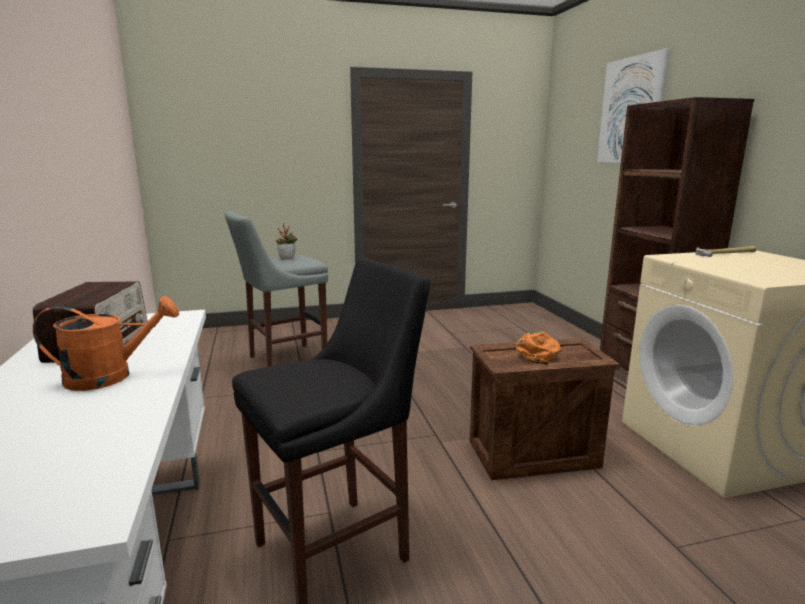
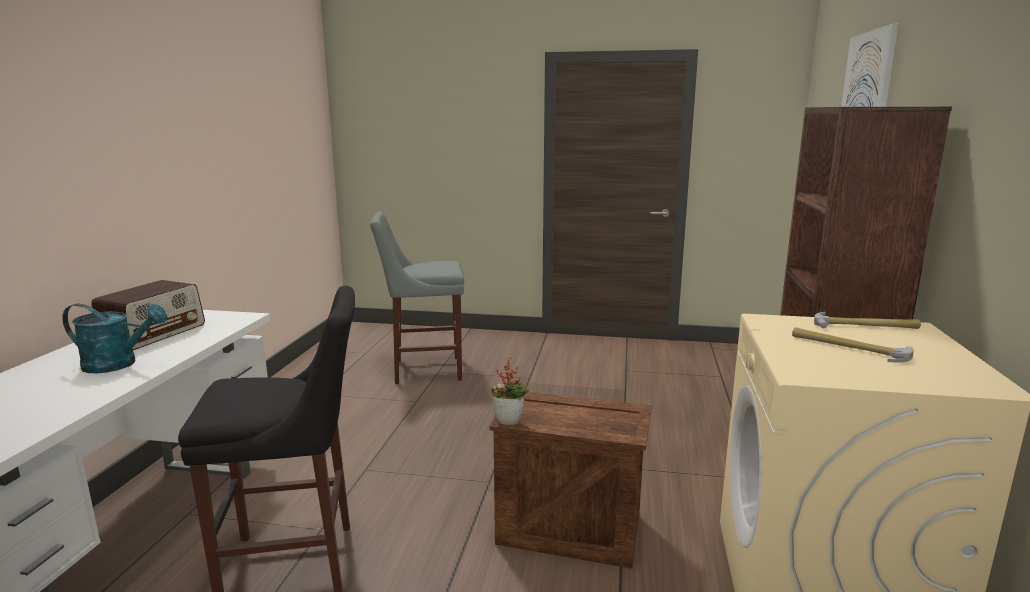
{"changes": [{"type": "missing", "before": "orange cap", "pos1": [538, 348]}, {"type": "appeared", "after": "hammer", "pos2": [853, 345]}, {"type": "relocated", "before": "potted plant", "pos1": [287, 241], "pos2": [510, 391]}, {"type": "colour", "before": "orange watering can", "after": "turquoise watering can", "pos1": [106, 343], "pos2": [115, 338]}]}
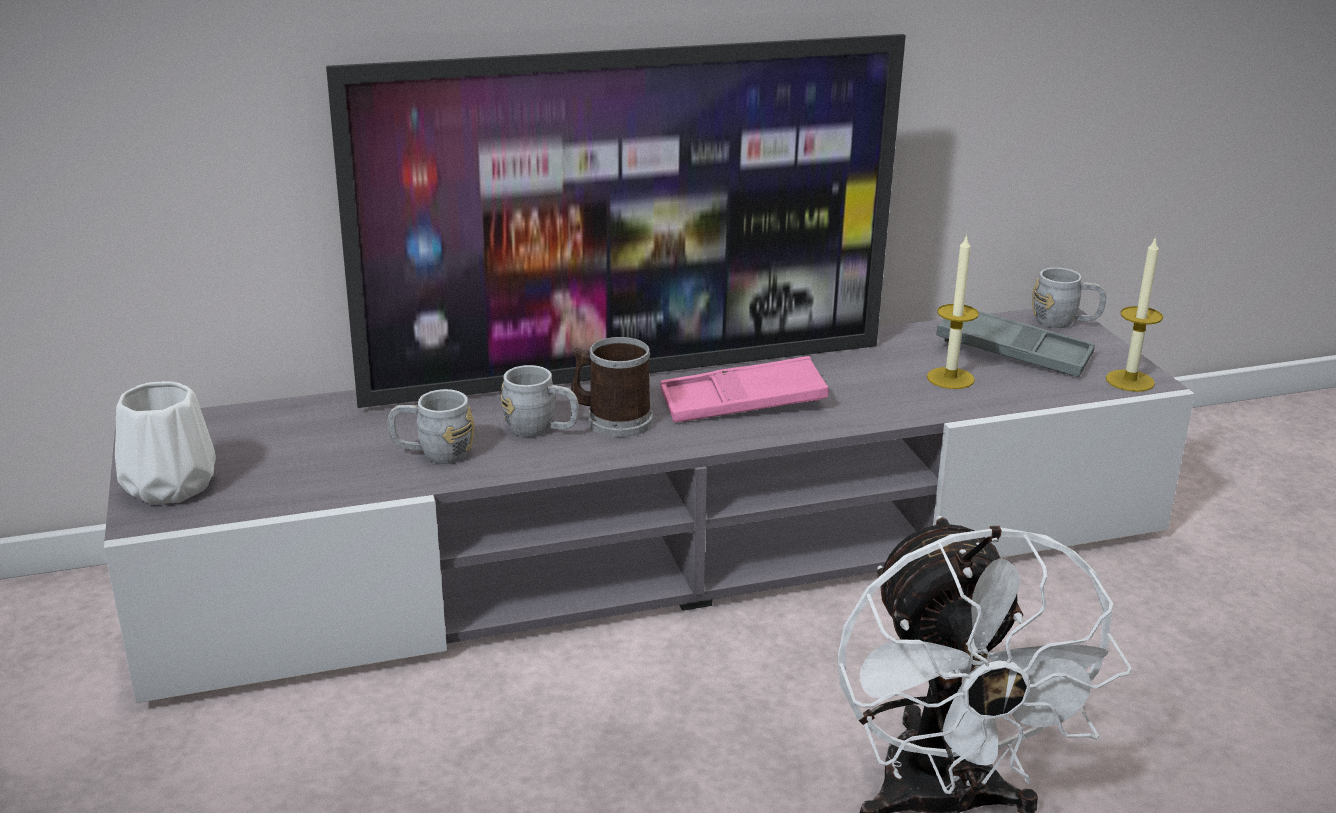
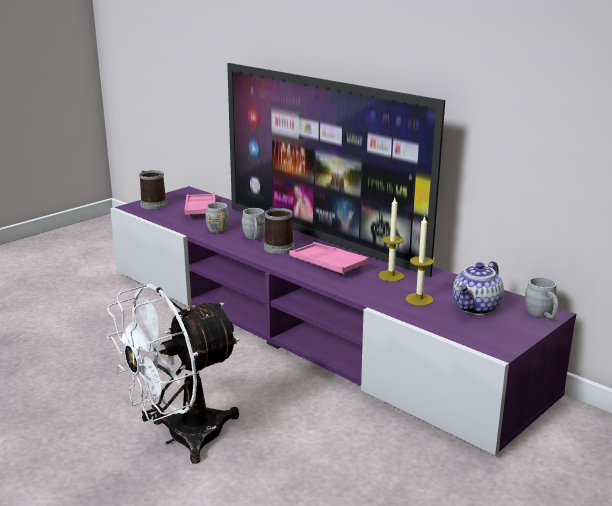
{"changes": [{"type": "appeared", "after": "pink tray", "pos2": [199, 205]}, {"type": "relocated", "before": "candle", "pos1": [1134, 314], "pos2": [391, 239]}, {"type": "exchanged", "before": "white vase", "after": "mug", "pos1": [165, 442], "pos2": [153, 189]}, {"type": "exchanged", "before": "grey tray", "after": "teapot", "pos1": [1015, 343], "pos2": [478, 288]}, {"type": "colour", "before": "grey tv stand", "after": "purple tv stand", "pos1": [649, 505], "pos2": [343, 320]}]}
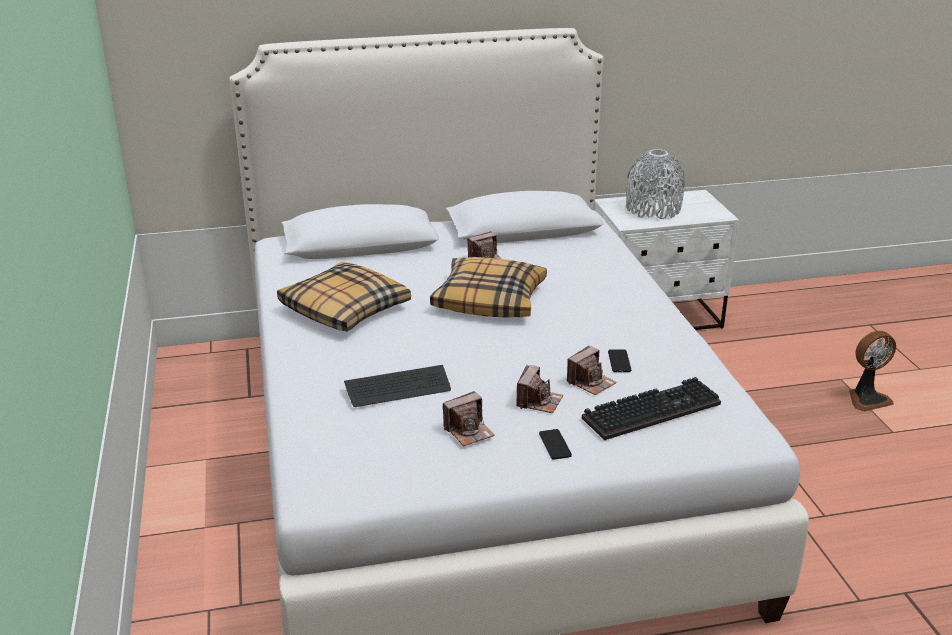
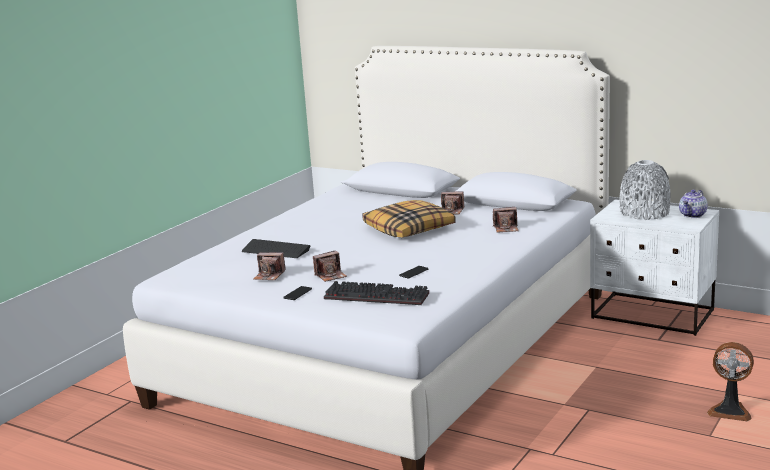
{"changes": [{"type": "missing", "before": "pillow", "pos1": [344, 296]}, {"type": "appeared", "after": "teapot", "pos2": [693, 204]}, {"type": "relocated", "before": "photo camera", "pos1": [592, 370], "pos2": [505, 220]}]}
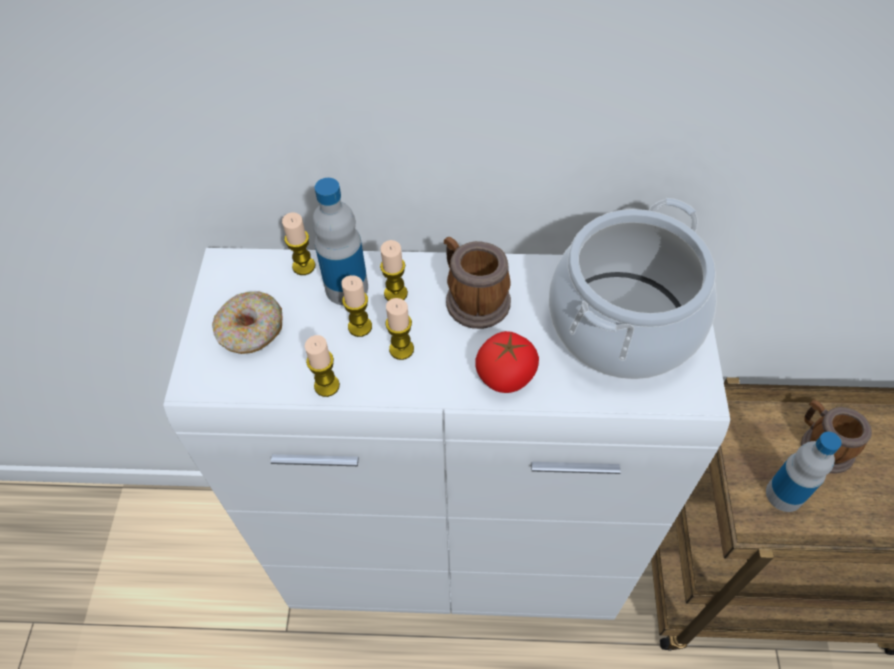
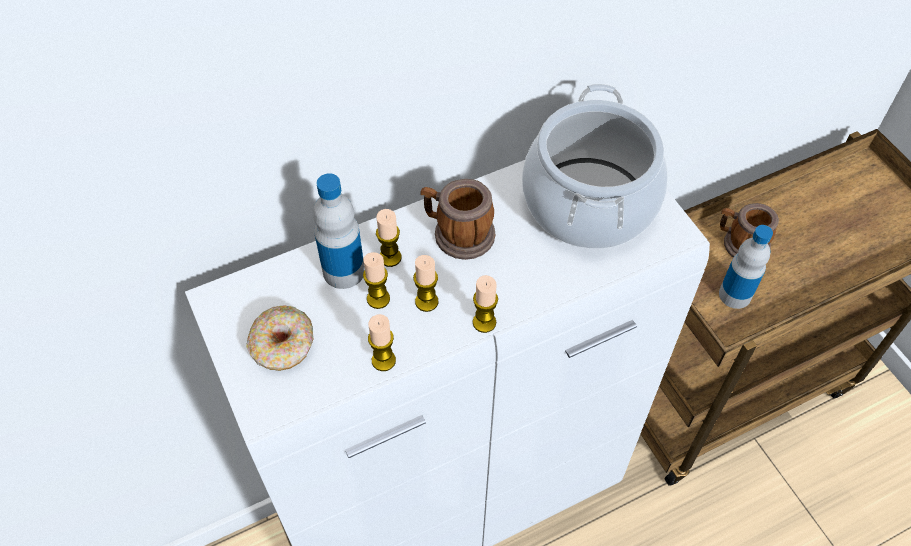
{"changes": [{"type": "missing", "before": "tomato", "pos1": [507, 362]}, {"type": "relocated", "before": "candle", "pos1": [298, 243], "pos2": [485, 304]}]}
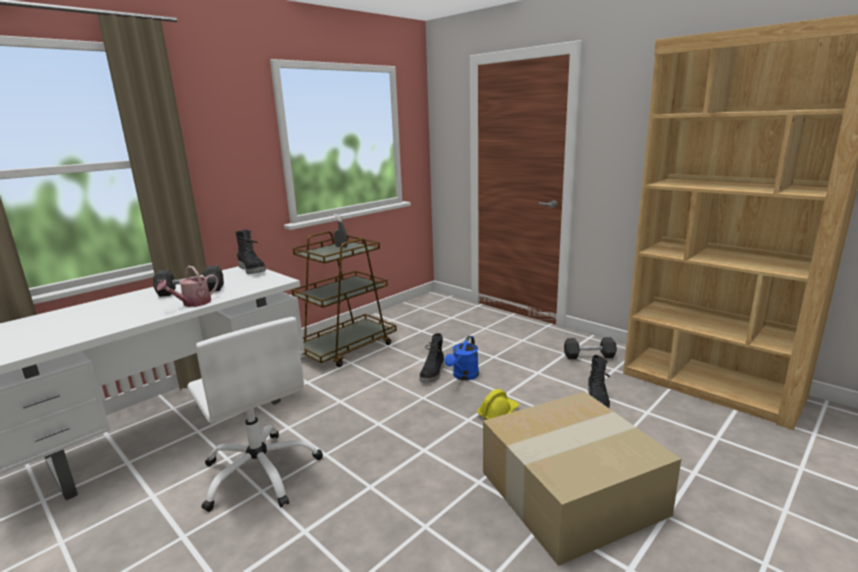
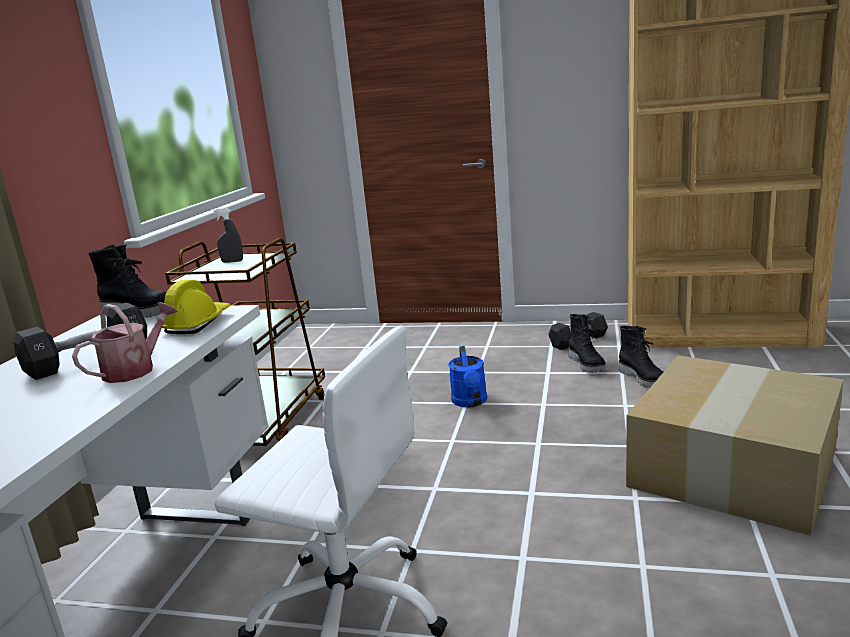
{"changes": [{"type": "relocated", "before": "black boot", "pos1": [432, 358], "pos2": [587, 343]}, {"type": "relocated", "before": "yellow hard hat", "pos1": [498, 404], "pos2": [196, 307]}, {"type": "spun", "before": "watering can", "pos1": [188, 286], "pos2": [125, 342], "turn": -150}]}
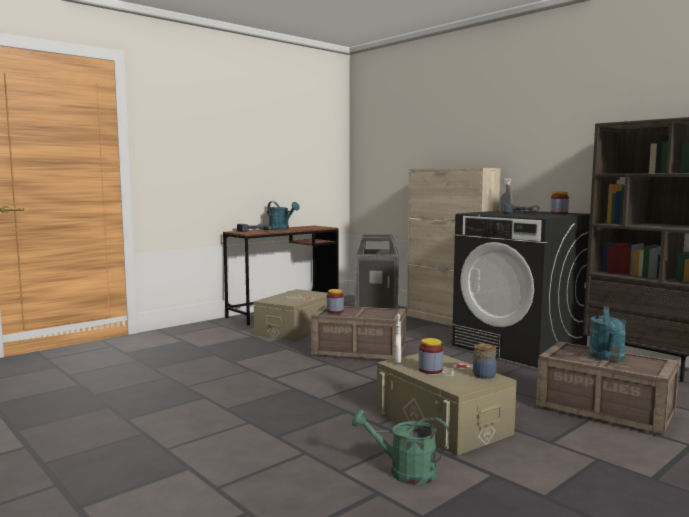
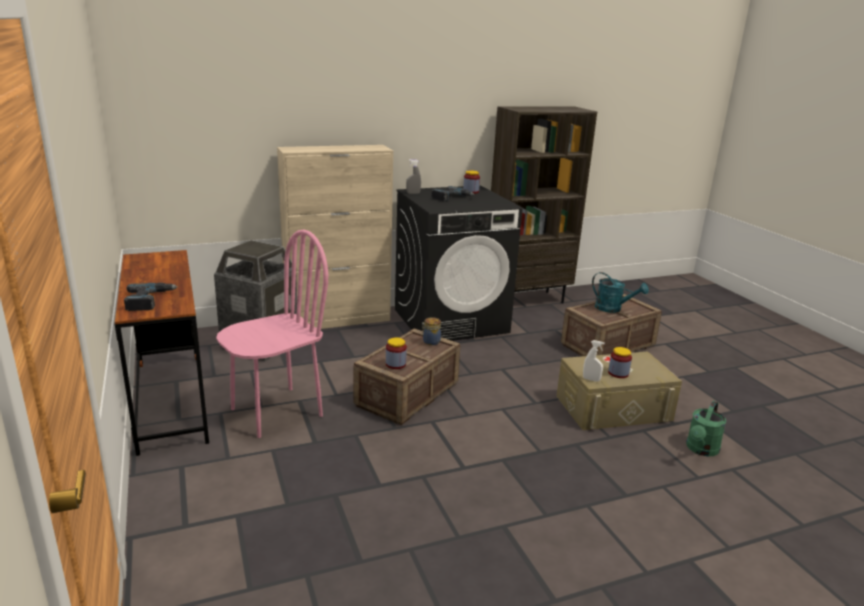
{"changes": [{"type": "missing", "before": "turquoise watering can", "pos1": [283, 215]}, {"type": "relocated", "before": "jar", "pos1": [484, 361], "pos2": [431, 331]}, {"type": "exchanged", "before": "beige storage box", "after": "pink chair", "pos1": [291, 315], "pos2": [272, 333]}]}
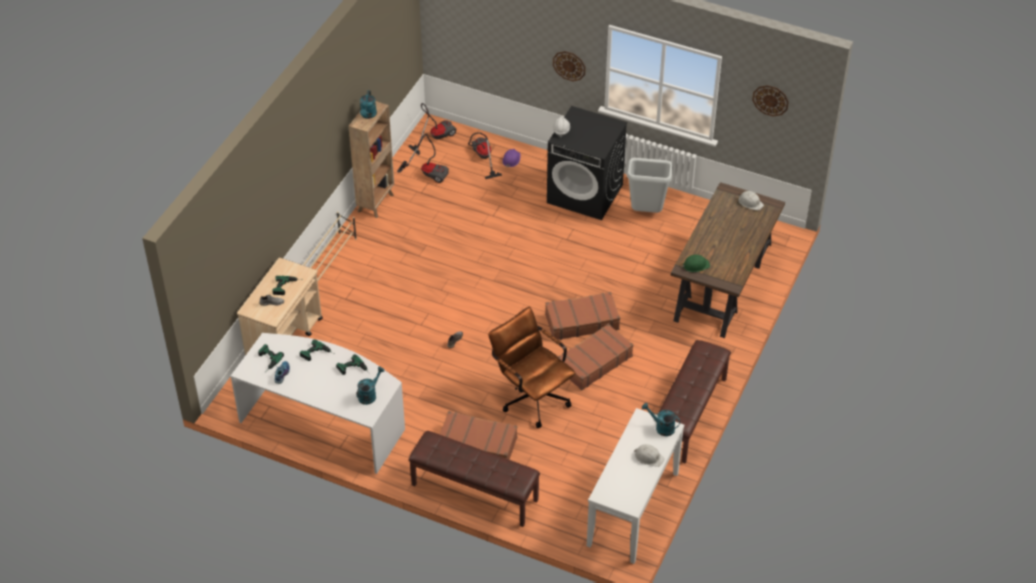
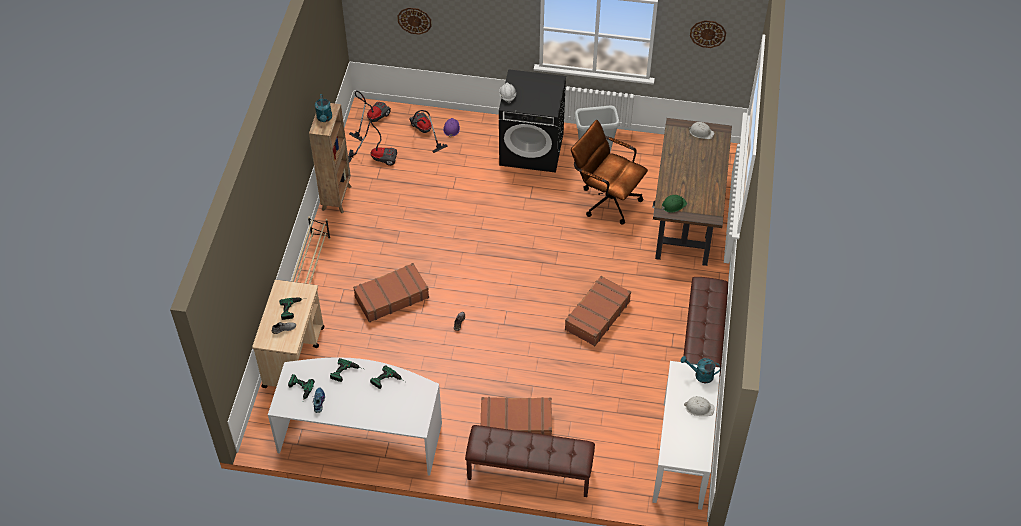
{"changes": [{"type": "missing", "before": "turquoise watering can", "pos1": [370, 386]}, {"type": "relocated", "before": "brown office chair", "pos1": [532, 367], "pos2": [609, 172]}, {"type": "relocated", "before": "brown suitcase", "pos1": [582, 316], "pos2": [391, 293]}, {"type": "relocated", "before": "wall clock", "pos1": [569, 66], "pos2": [414, 21]}]}
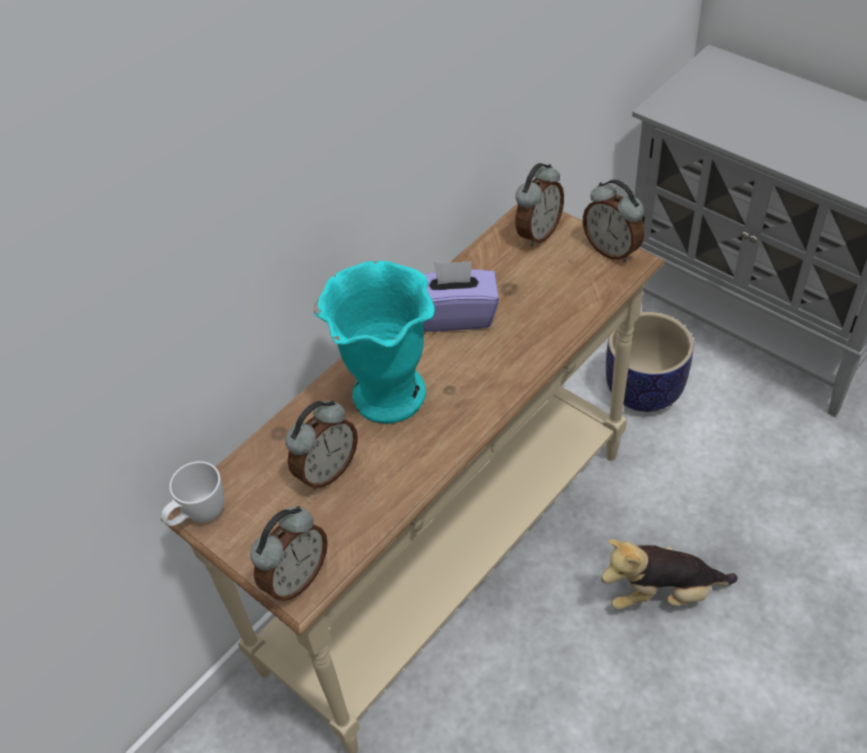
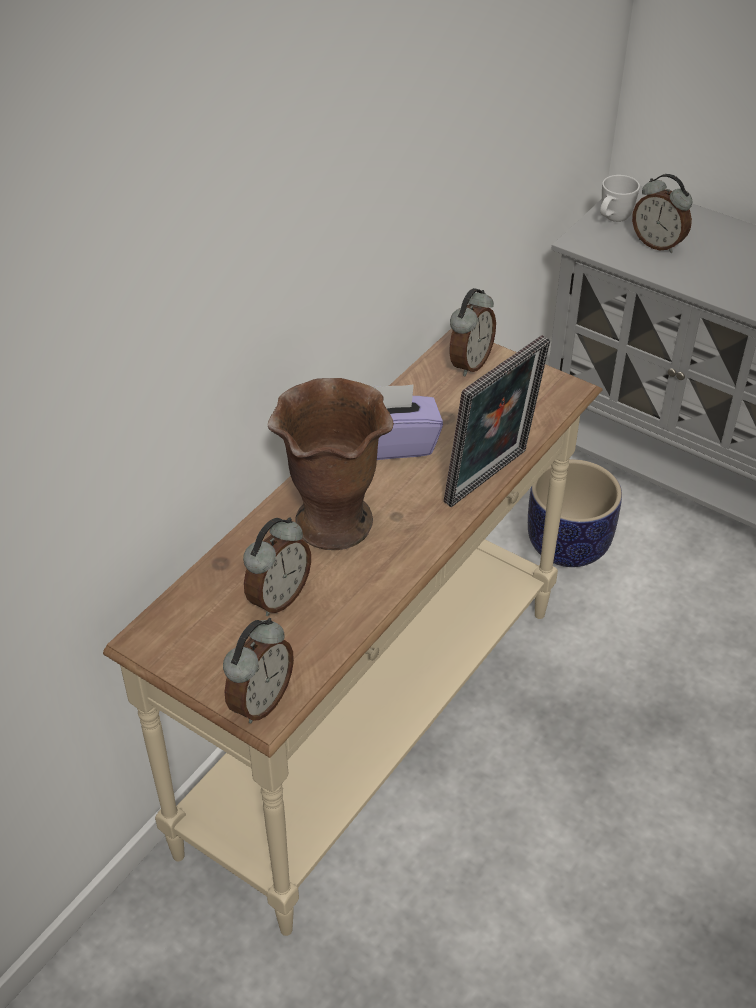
{"changes": [{"type": "missing", "before": "plush toy", "pos1": [669, 574]}, {"type": "appeared", "after": "picture frame", "pos2": [497, 421]}, {"type": "relocated", "before": "white mug", "pos1": [192, 493], "pos2": [620, 198]}, {"type": "relocated", "before": "alarm clock", "pos1": [614, 220], "pos2": [662, 213]}, {"type": "colour", "before": "turquoise vase", "after": "brown vase", "pos1": [374, 342], "pos2": [330, 464]}]}
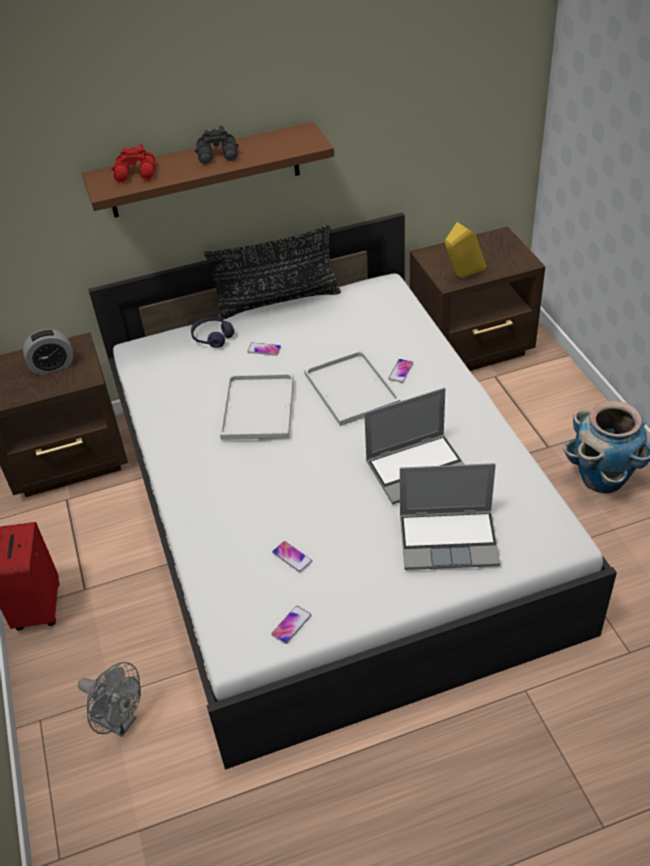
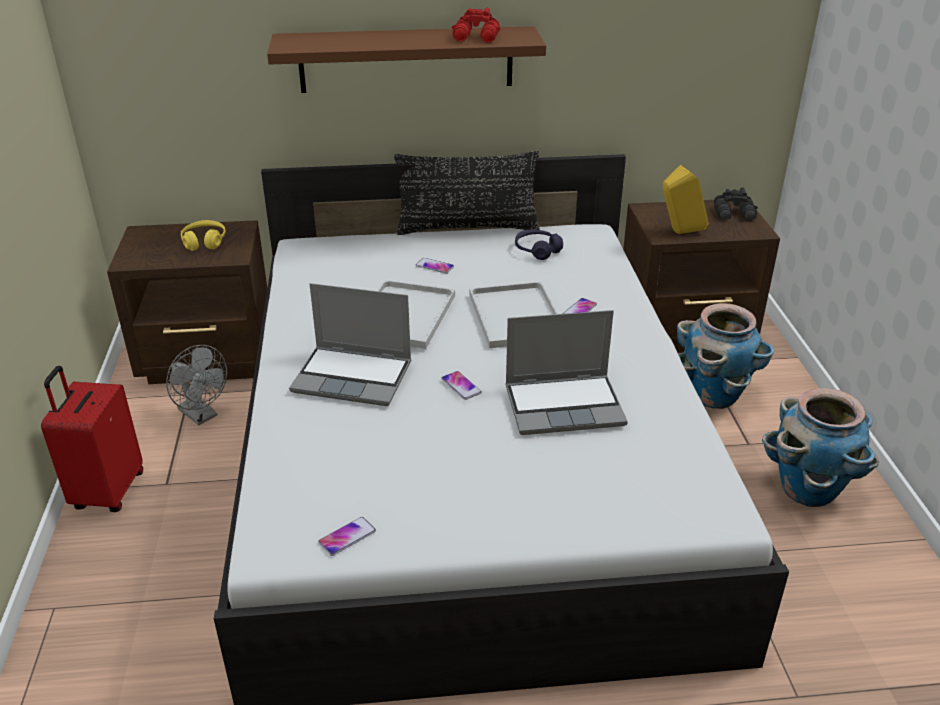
{"changes": [{"type": "appeared", "after": "planter", "pos2": [725, 356]}, {"type": "relocated", "before": "grey fan", "pos1": [109, 699], "pos2": [196, 385]}, {"type": "relocated", "before": "red binoculars", "pos1": [134, 163], "pos2": [476, 25]}, {"type": "relocated", "before": "purple headphones", "pos1": [212, 332], "pos2": [539, 245]}, {"type": "relocated", "before": "black binoculars", "pos1": [217, 145], "pos2": [736, 204]}, {"type": "relocated", "before": "phone", "pos1": [292, 556], "pos2": [461, 385]}, {"type": "relocated", "before": "laptop", "pos1": [450, 516], "pos2": [350, 344]}, {"type": "exchanged", "before": "alarm clock", "after": "yellow headphones", "pos1": [48, 352], "pos2": [203, 235]}]}
